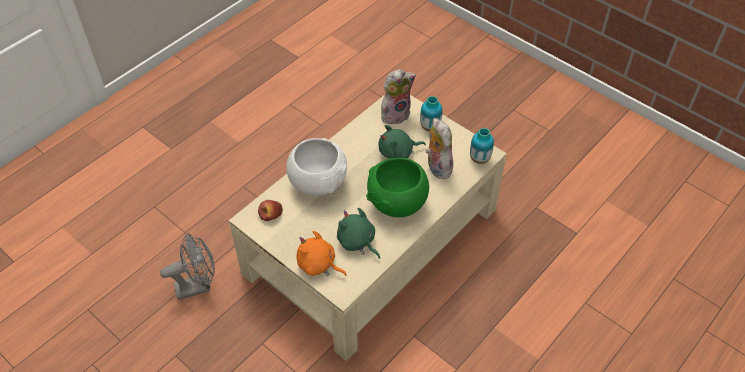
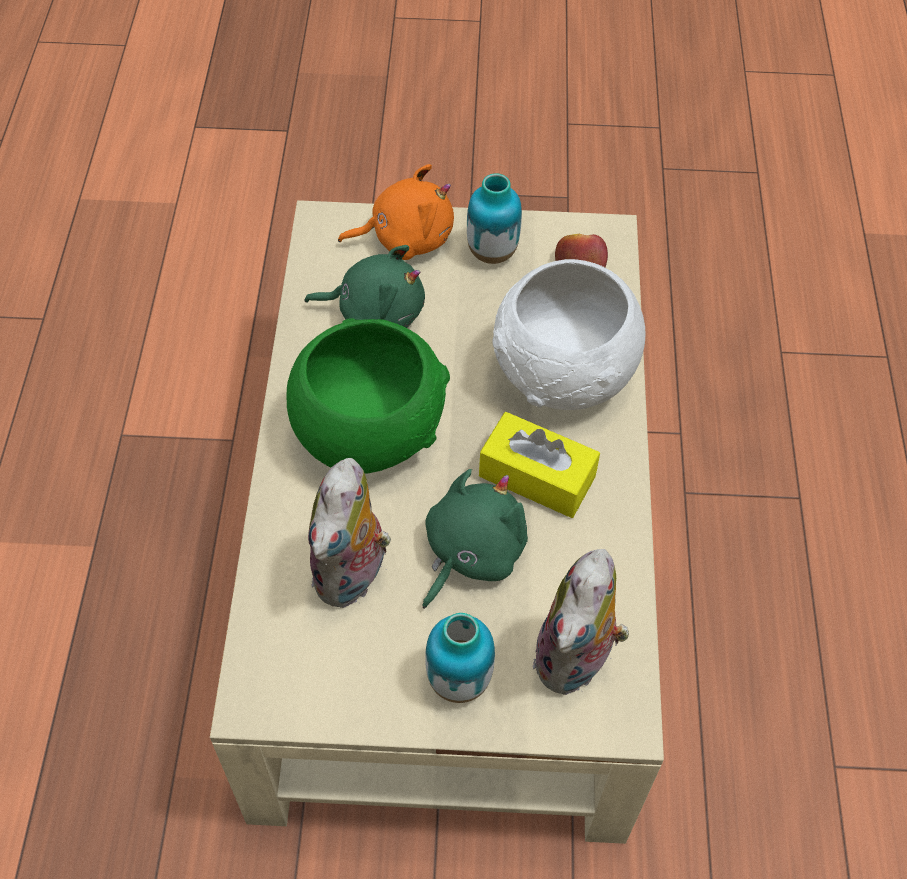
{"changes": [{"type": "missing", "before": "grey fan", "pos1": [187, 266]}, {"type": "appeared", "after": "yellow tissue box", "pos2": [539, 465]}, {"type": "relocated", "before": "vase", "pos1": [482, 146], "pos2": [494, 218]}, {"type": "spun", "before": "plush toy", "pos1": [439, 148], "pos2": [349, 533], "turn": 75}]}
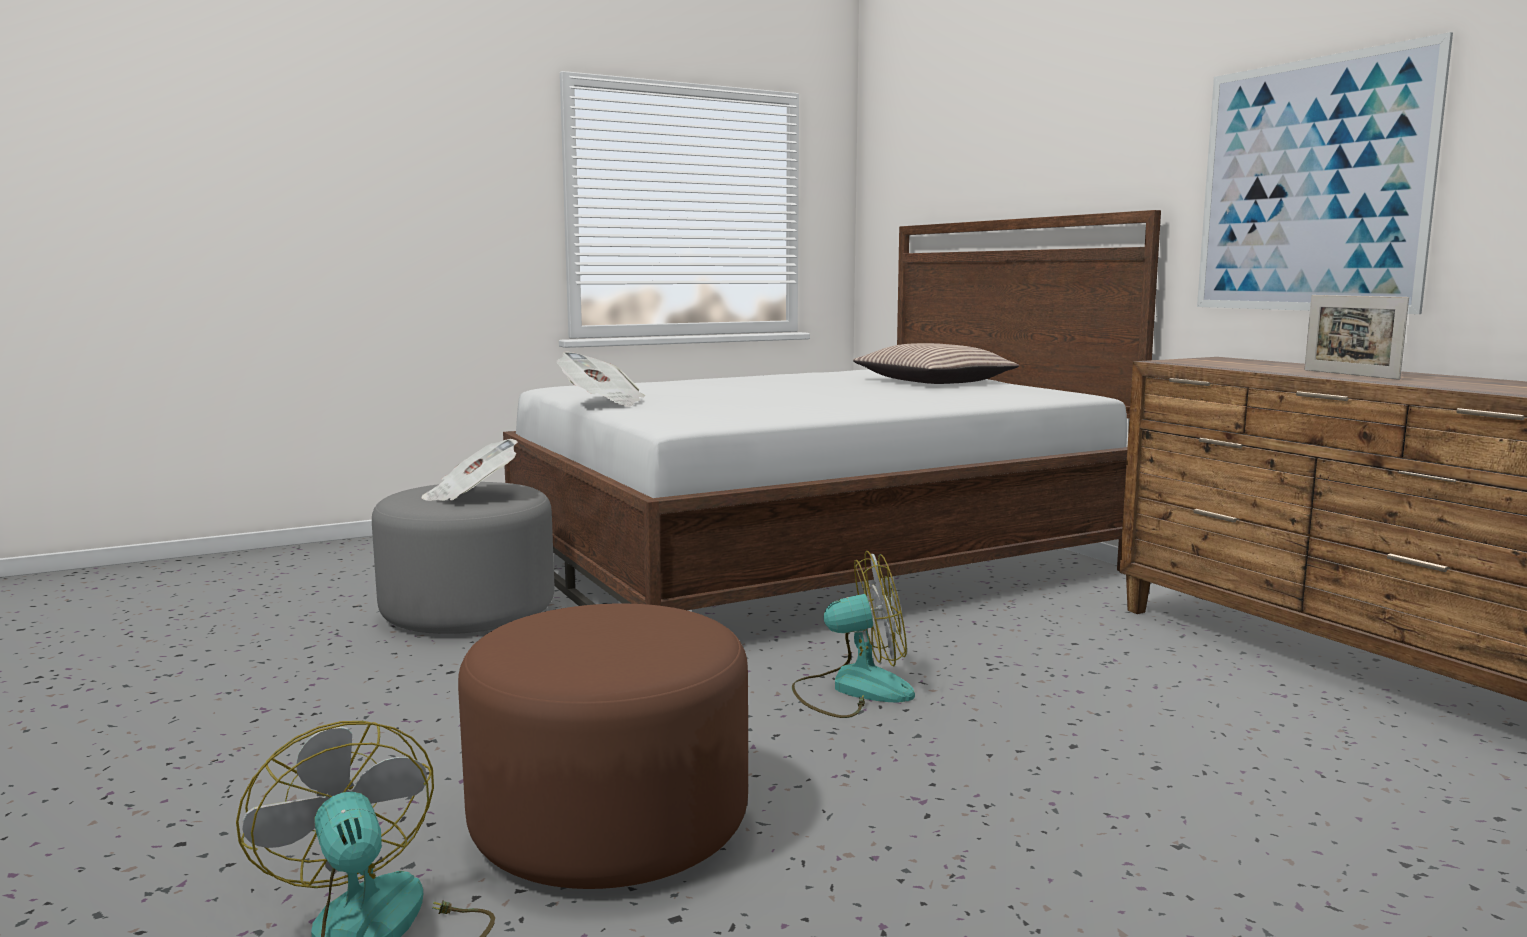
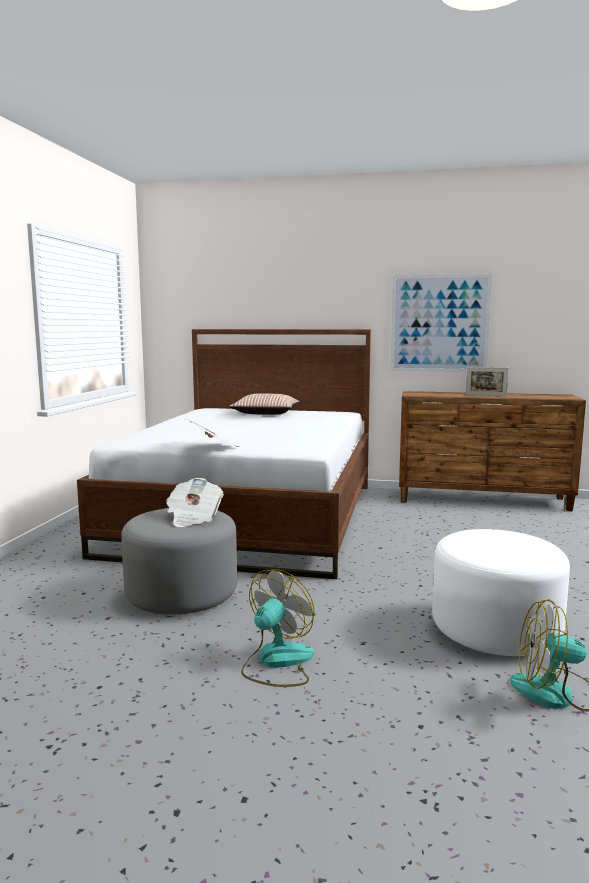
{"changes": [{"type": "relocated", "before": "fan", "pos1": [853, 634], "pos2": [277, 628]}, {"type": "colour", "before": "brown ottoman", "after": "white ottoman", "pos1": [603, 746], "pos2": [501, 592]}]}
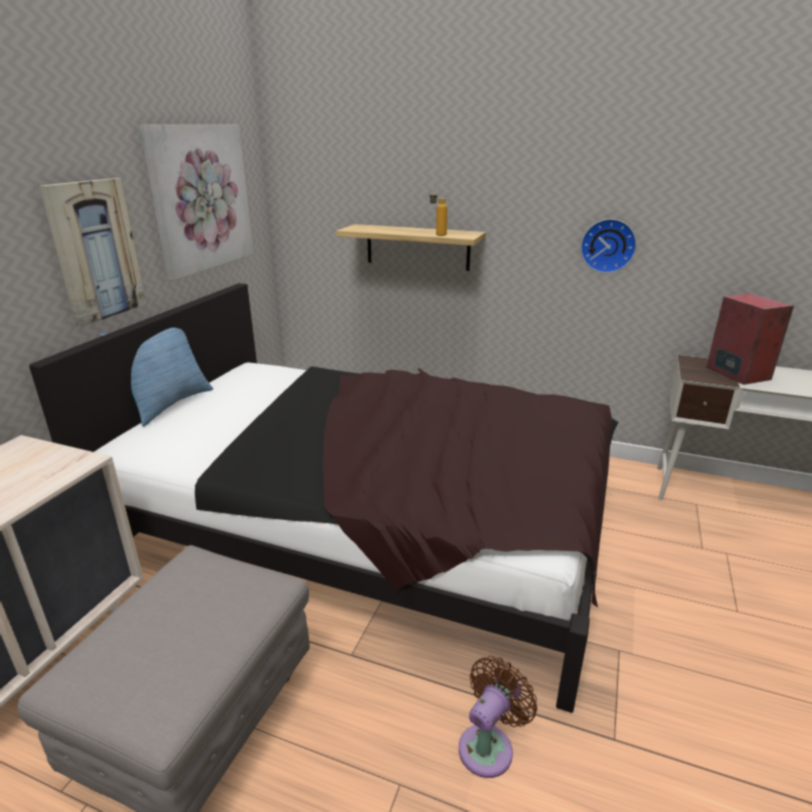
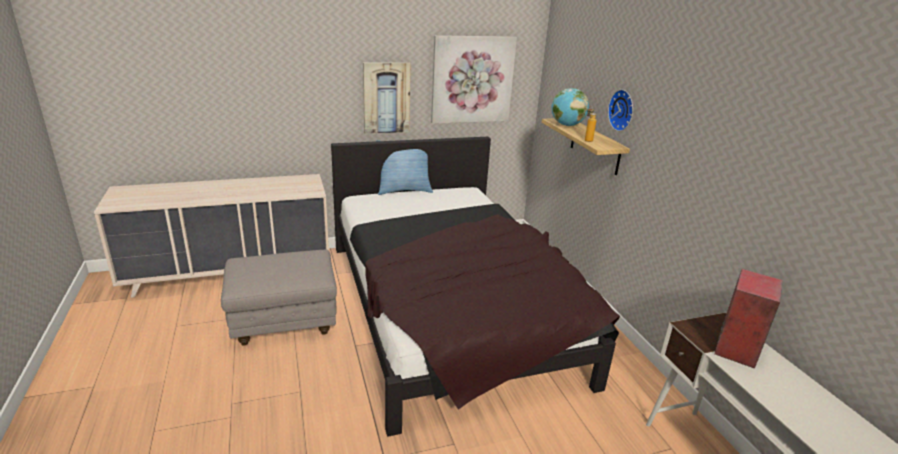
{"changes": [{"type": "missing", "before": "brown fan", "pos1": [498, 717]}, {"type": "appeared", "after": "globe", "pos2": [570, 107]}, {"type": "relocated", "before": "wall clock", "pos1": [608, 246], "pos2": [620, 110]}]}
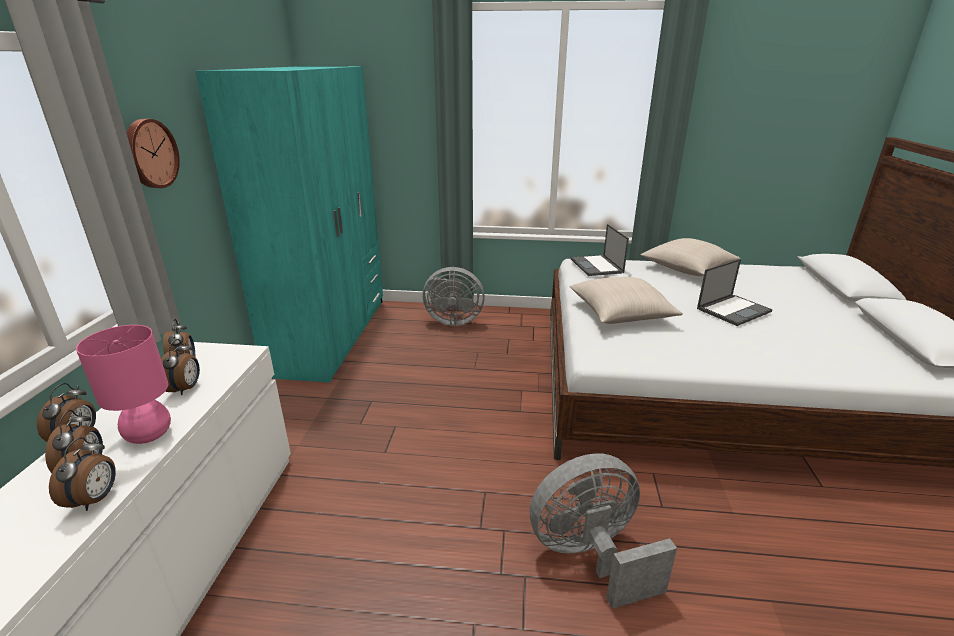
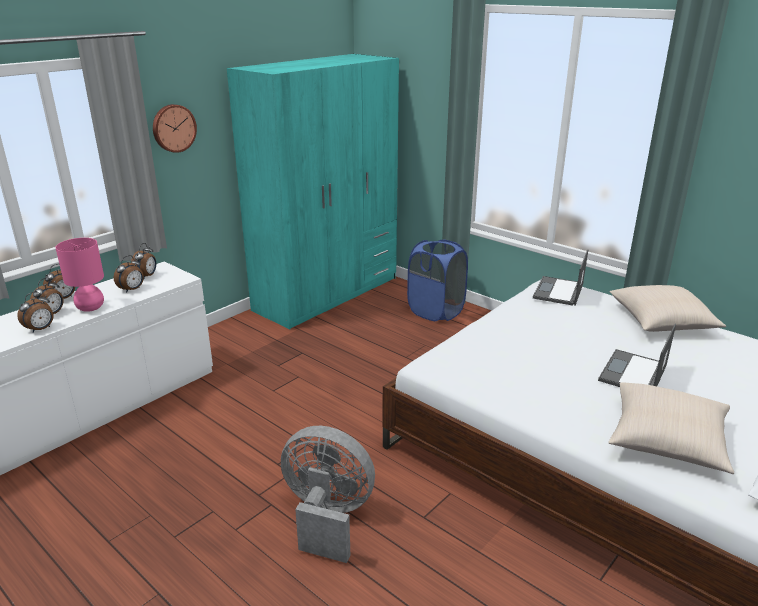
{"changes": [{"type": "relocated", "before": "beige pillow", "pos1": [626, 300], "pos2": [671, 428]}, {"type": "exchanged", "before": "grey fan", "after": "blue laundry basket", "pos1": [454, 296], "pos2": [437, 280]}, {"type": "spun", "before": "laptop", "pos1": [734, 292], "pos2": [637, 355], "turn": 120}]}
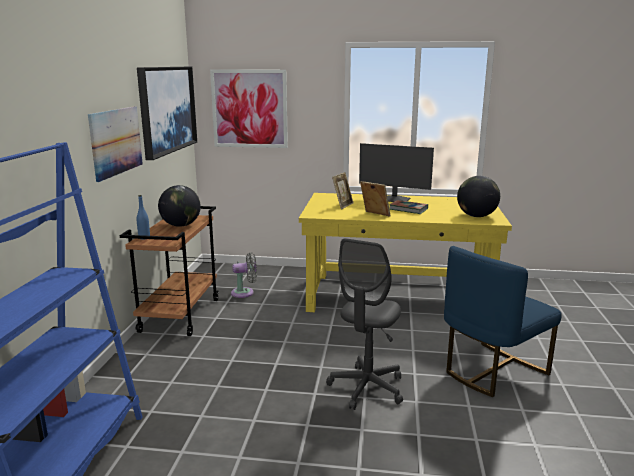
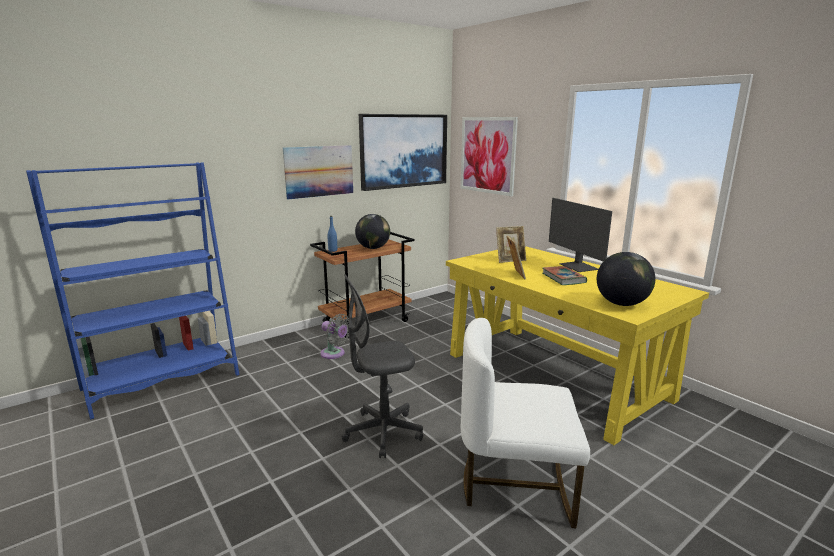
{"changes": [{"type": "relocated", "before": "grey fan", "pos1": [244, 275], "pos2": [334, 336]}, {"type": "colour", "before": "blue chair", "after": "white chair", "pos1": [503, 321], "pos2": [525, 423]}]}
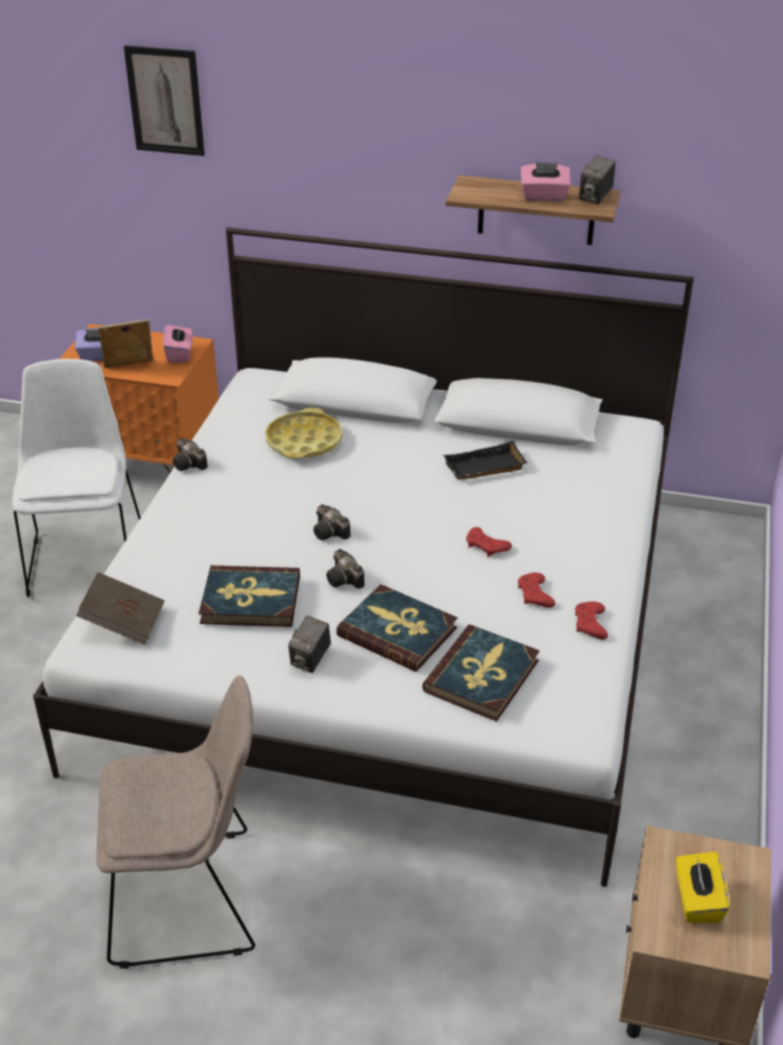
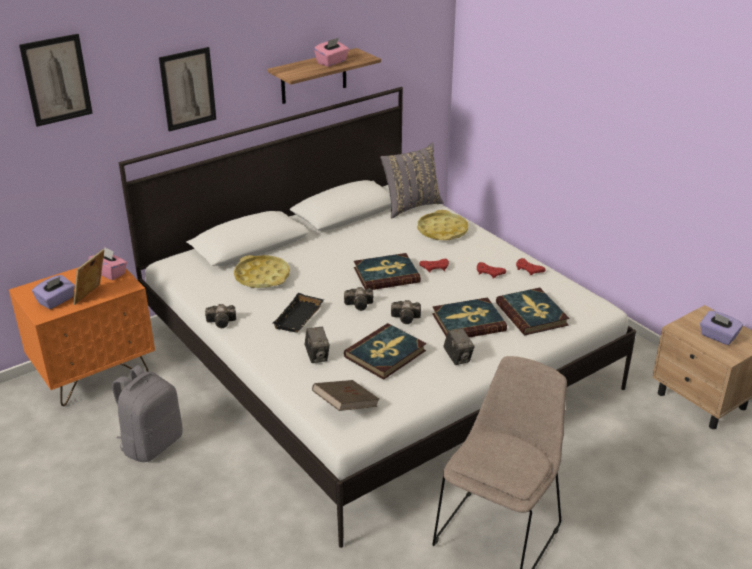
{"changes": [{"type": "appeared", "after": "picture", "pos2": [187, 89]}, {"type": "appeared", "after": "book", "pos2": [387, 271]}, {"type": "appeared", "after": "grey pillow", "pos2": [411, 180]}, {"type": "appeared", "after": "yellow tray", "pos2": [442, 225]}, {"type": "relocated", "before": "black tray", "pos1": [485, 460], "pos2": [298, 313]}, {"type": "relocated", "before": "photo camera", "pos1": [597, 180], "pos2": [317, 345]}, {"type": "exchanged", "before": "white chair", "after": "grey backpack", "pos1": [76, 478], "pos2": [147, 413]}, {"type": "colour", "before": "yellow tissue box", "after": "purple tissue box", "pos1": [702, 887], "pos2": [721, 328]}]}
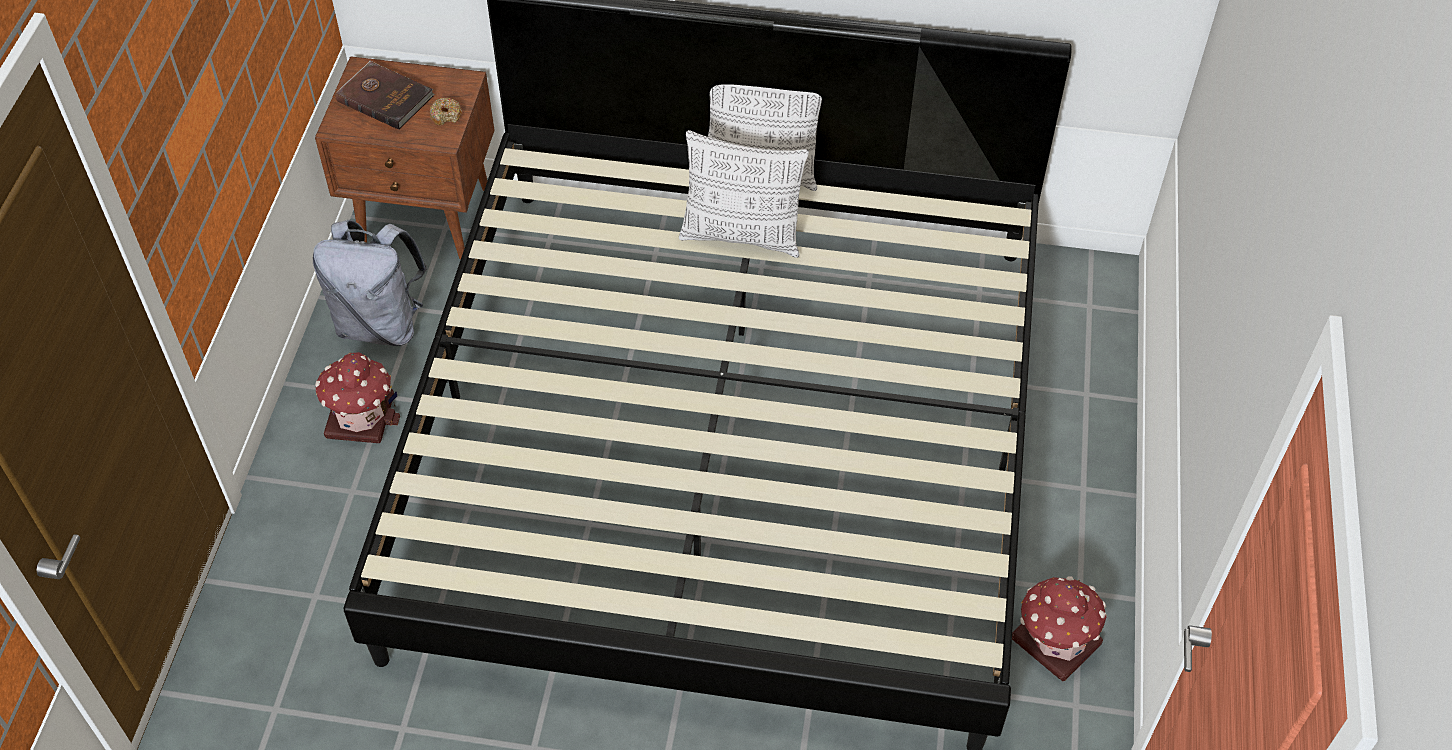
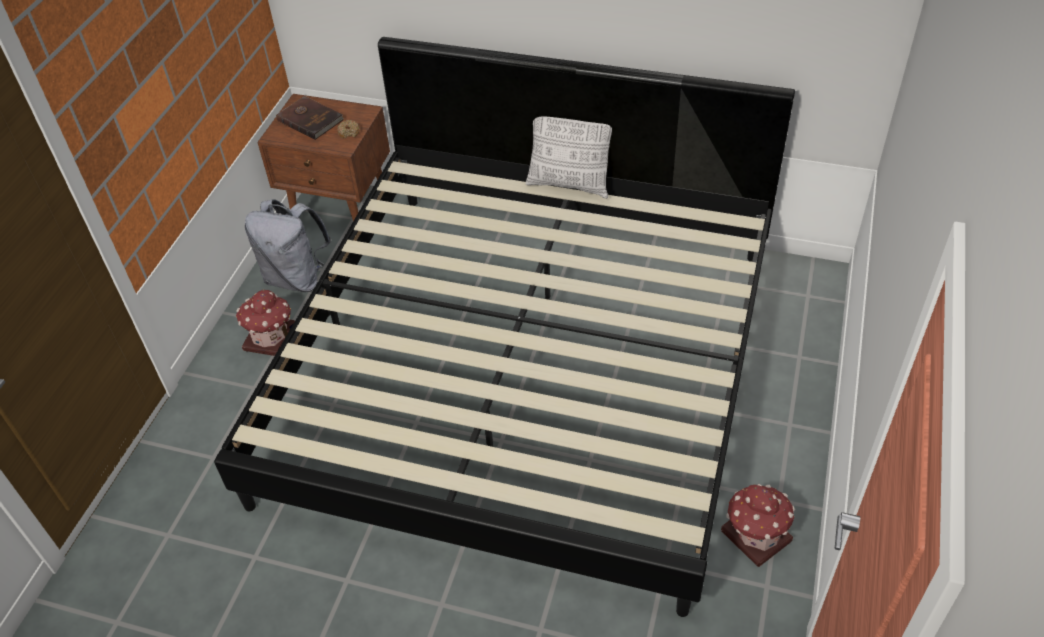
{"changes": [{"type": "missing", "before": "pillow", "pos1": [744, 194]}]}
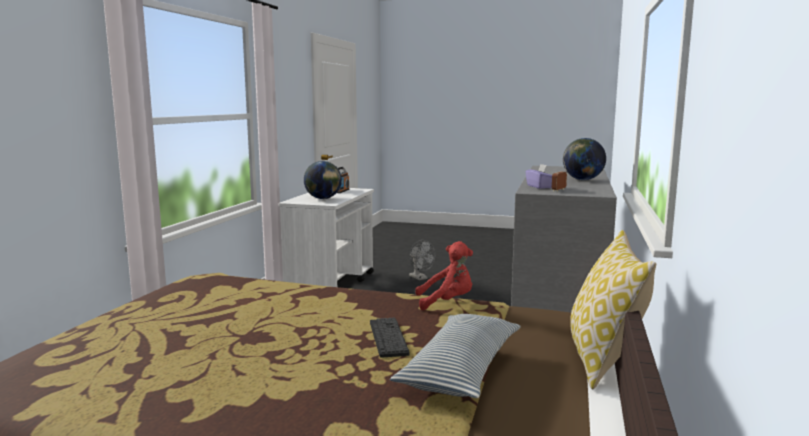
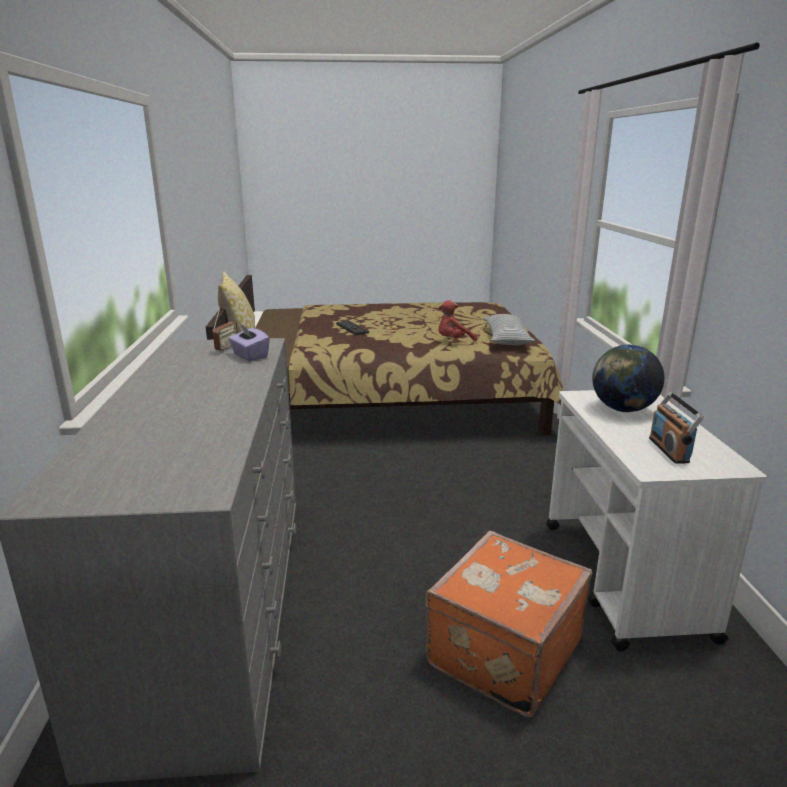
{"changes": [{"type": "missing", "before": "globe", "pos1": [584, 159]}, {"type": "relocated", "before": "pillow", "pos1": [455, 356], "pos2": [509, 329]}, {"type": "relocated", "before": "red plush toy", "pos1": [444, 275], "pos2": [458, 320]}, {"type": "exchanged", "before": "grey fan", "after": "orange suitcase", "pos1": [422, 260], "pos2": [508, 624]}]}
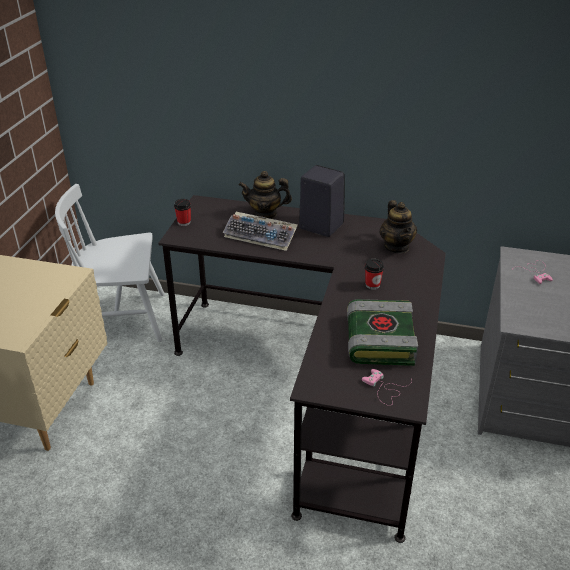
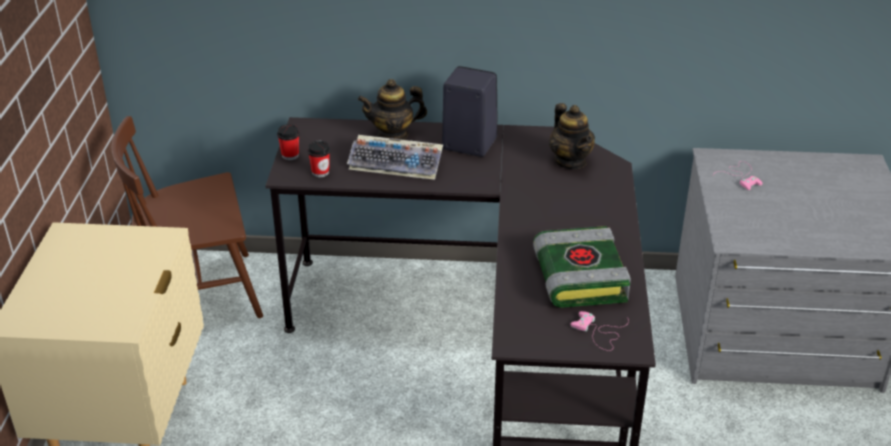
{"changes": [{"type": "relocated", "before": "cup", "pos1": [374, 274], "pos2": [318, 159]}, {"type": "colour", "before": "white chair", "after": "brown chair", "pos1": [110, 263], "pos2": [187, 217]}]}
